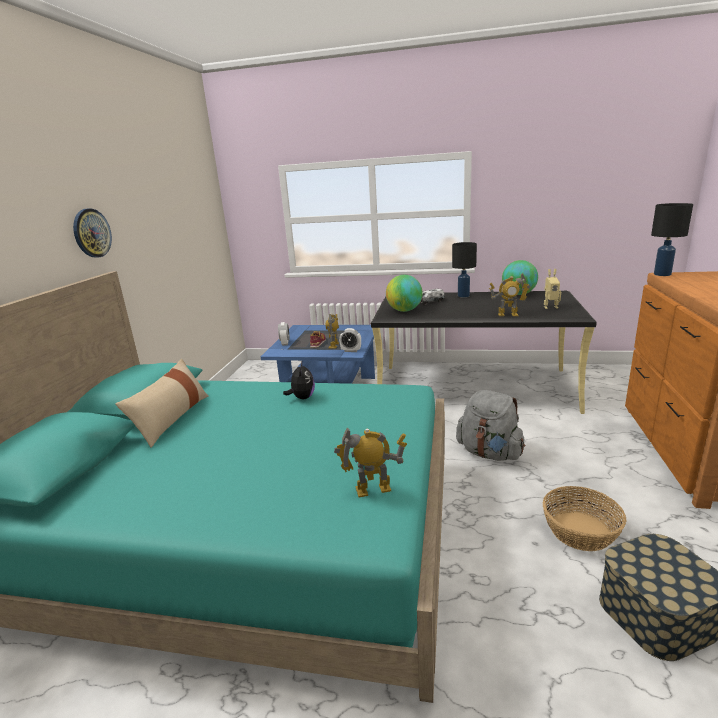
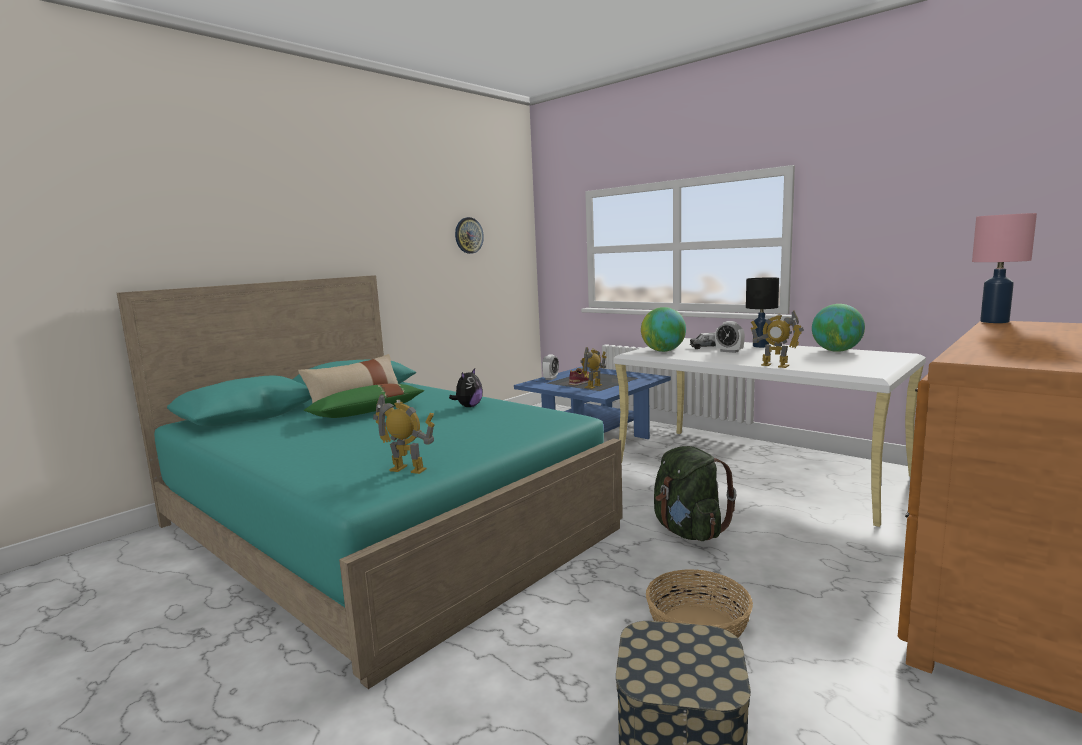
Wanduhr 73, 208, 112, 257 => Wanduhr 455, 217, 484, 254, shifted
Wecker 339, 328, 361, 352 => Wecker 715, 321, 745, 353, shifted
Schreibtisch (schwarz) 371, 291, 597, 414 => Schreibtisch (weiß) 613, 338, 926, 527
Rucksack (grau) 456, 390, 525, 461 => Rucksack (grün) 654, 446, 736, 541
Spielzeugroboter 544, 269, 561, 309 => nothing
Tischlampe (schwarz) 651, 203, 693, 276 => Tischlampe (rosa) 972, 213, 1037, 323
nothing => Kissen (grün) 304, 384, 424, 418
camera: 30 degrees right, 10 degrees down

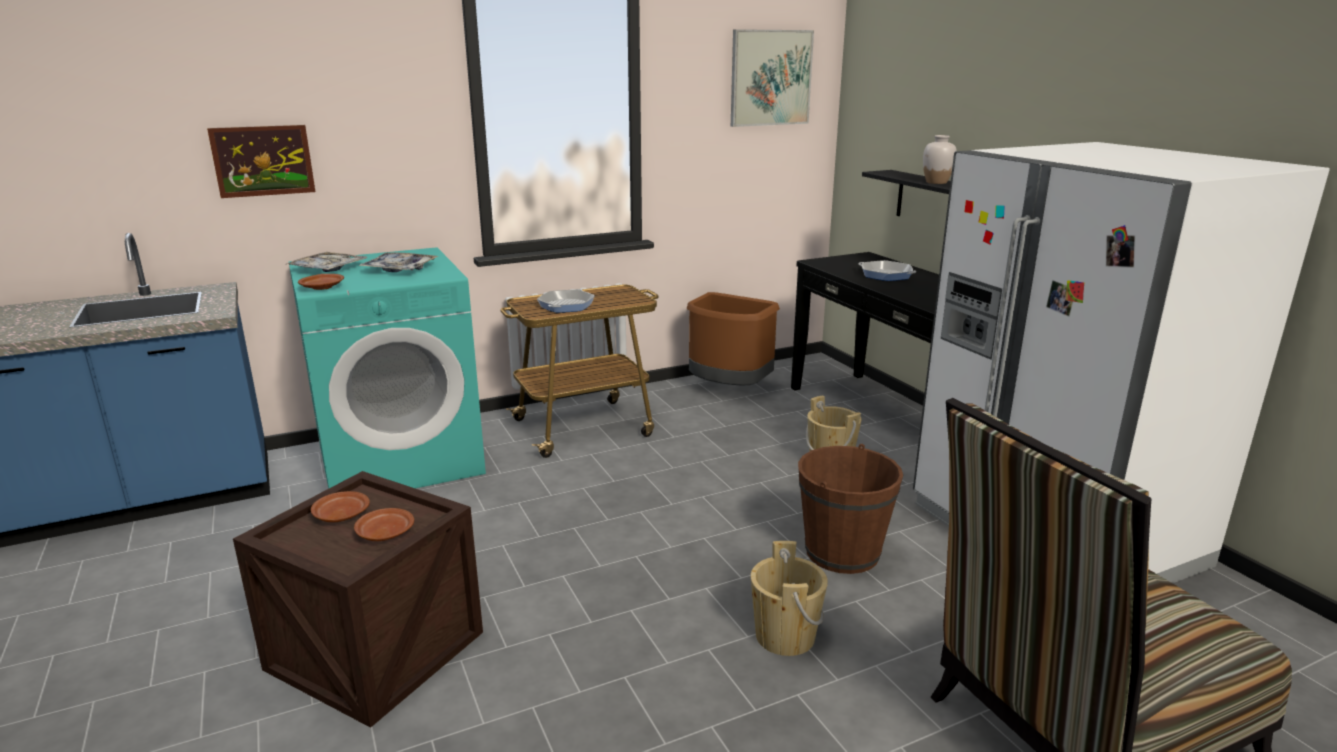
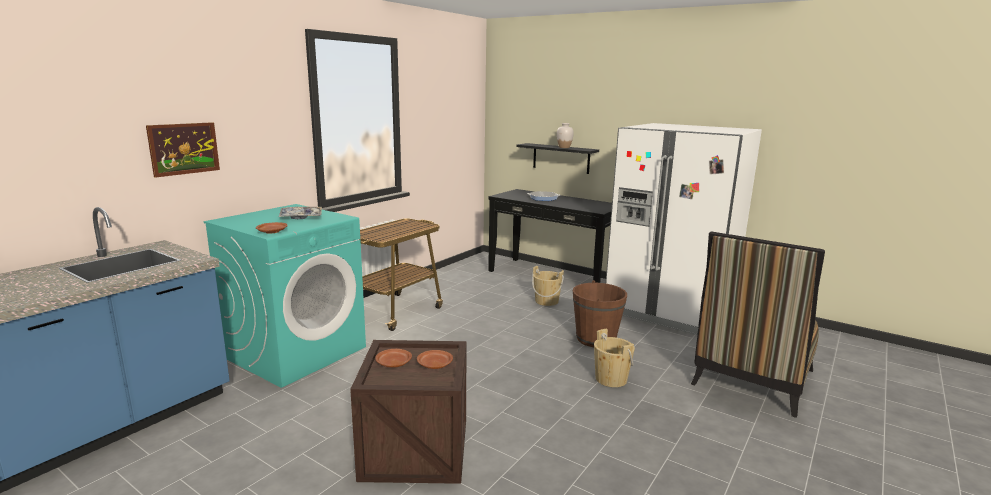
Tablett 285, 252, 367, 272 => nothing
Pfanne 537, 289, 595, 313 => nothing
Mülleimer (braun) 687, 292, 780, 386 => nothing
Bild 731, 29, 814, 127 => nothing
camera: 30 degrees left, 5 degrees down

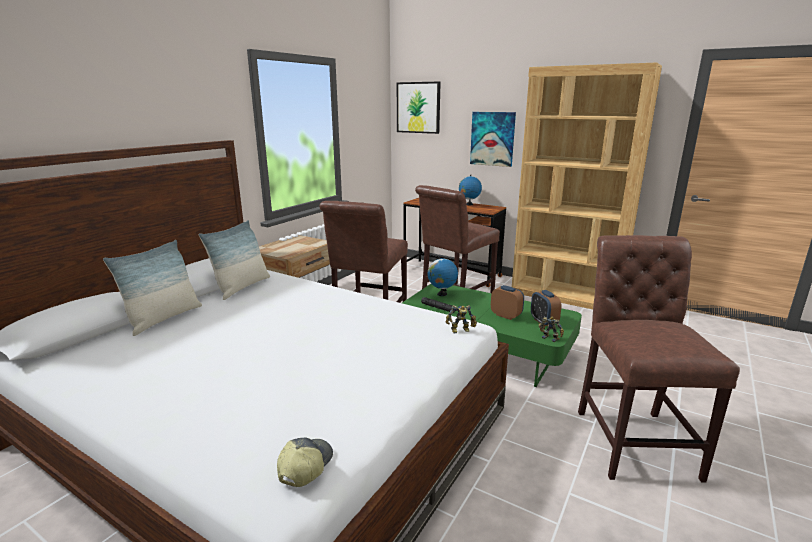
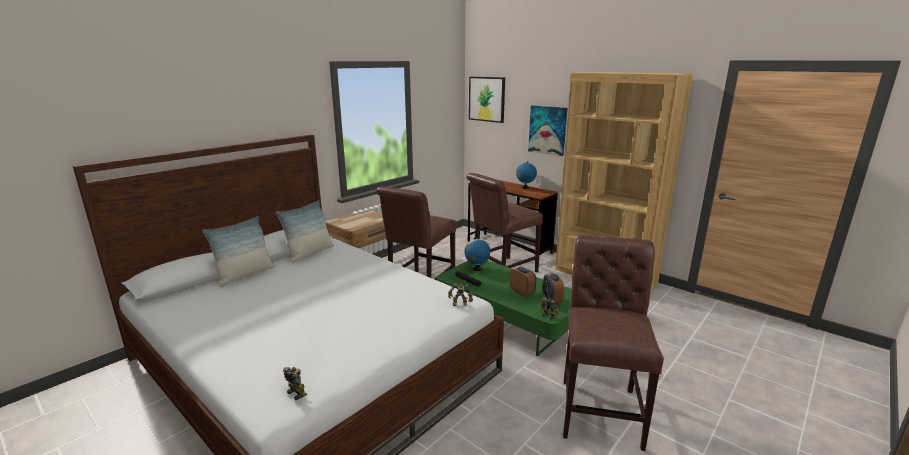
Kappe 277, 438, 333, 487 => Spielzeugroboter 283, 367, 307, 401
camera: 10 degrees right, 0 degrees up

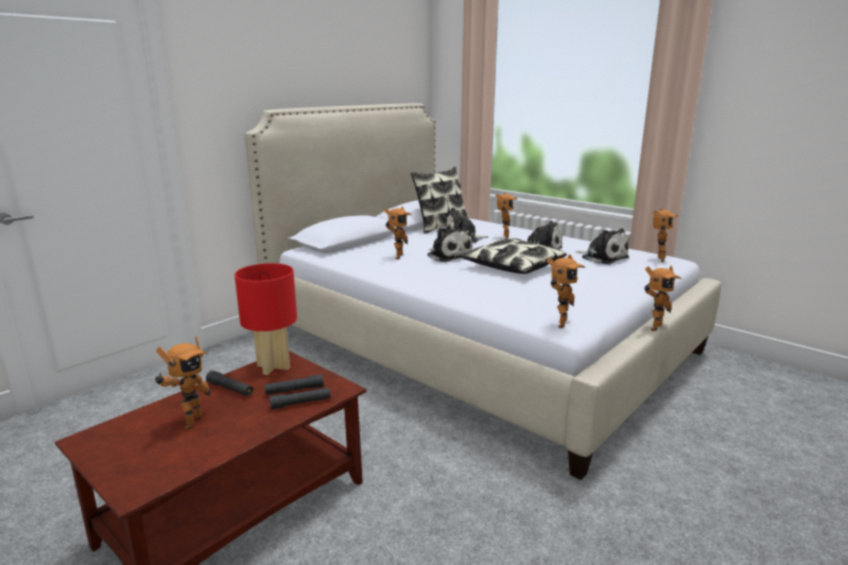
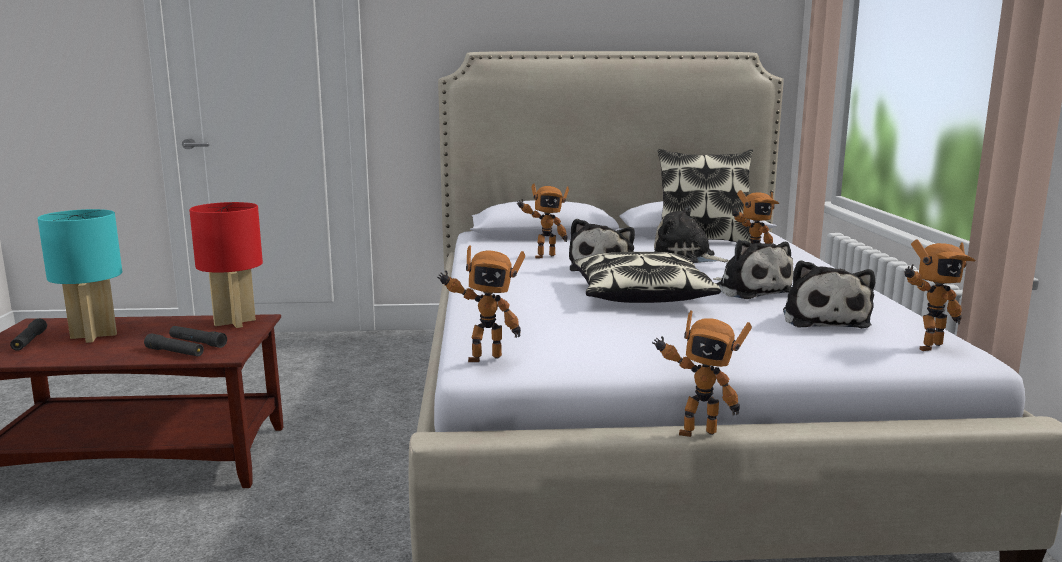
Spielzeugroboter 155, 336, 210, 430 => Tischlampe (türkis) 38, 209, 122, 343
Taschenlampe (schwarz) 206, 370, 253, 396 => Taschenlampe (schwarz) 10, 318, 47, 351, shifted
camera: 45 degrees right, 5 degrees down

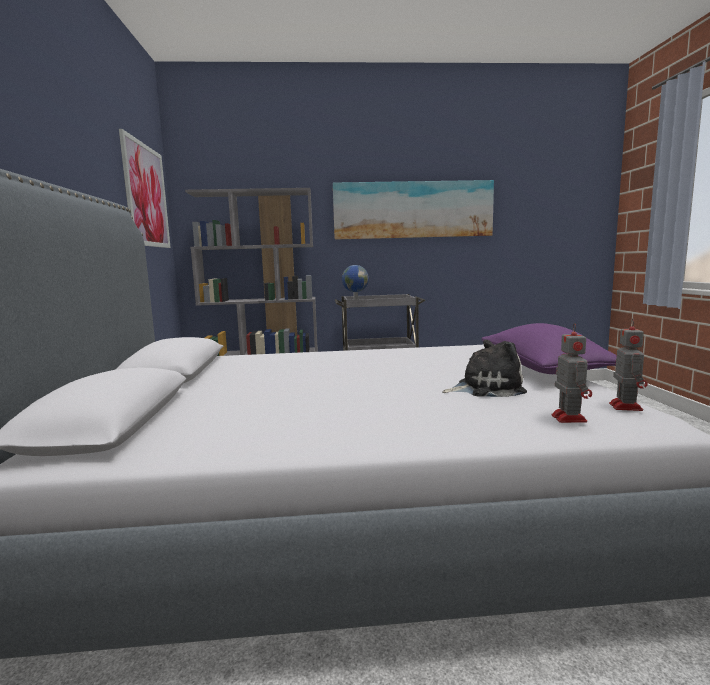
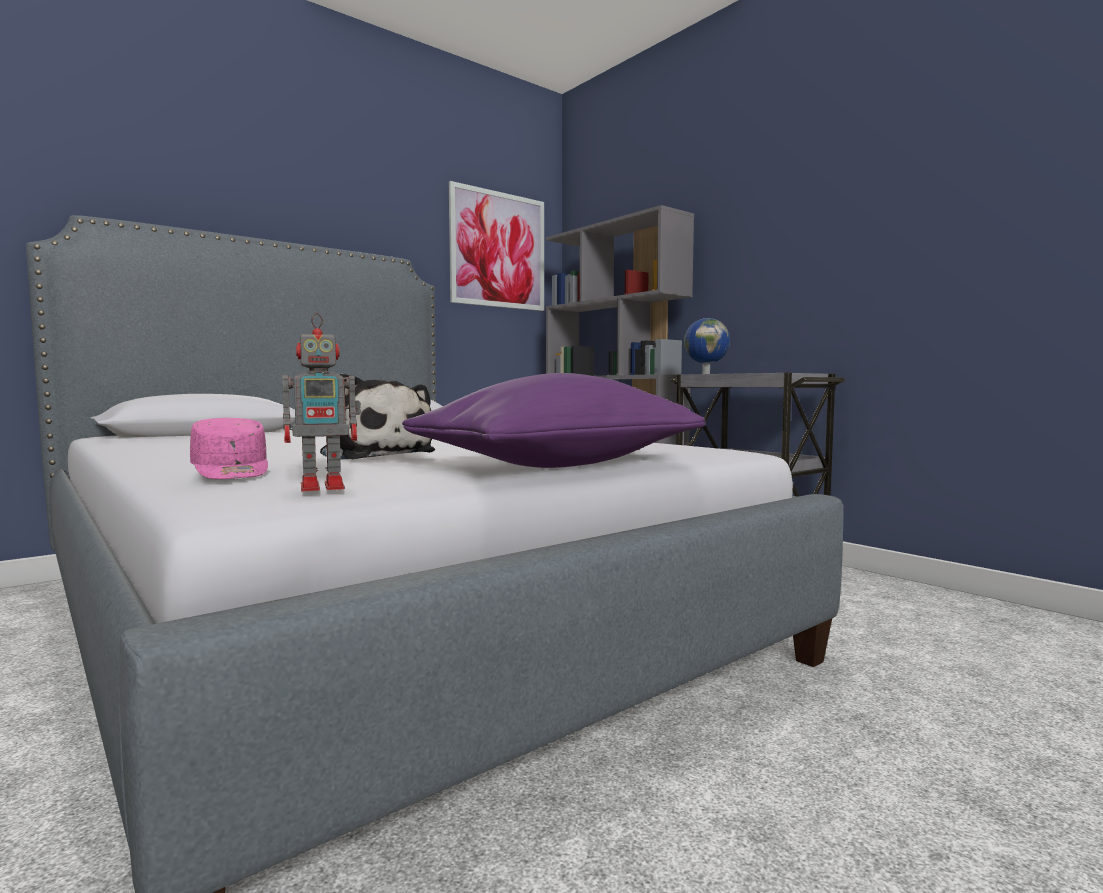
Bild 333, 180, 494, 239 => nothing
Spielzeugroboter 552, 323, 592, 423 => Kappe (rosa) 190, 418, 268, 479
camera: 55 degrees right, 5 degrees down

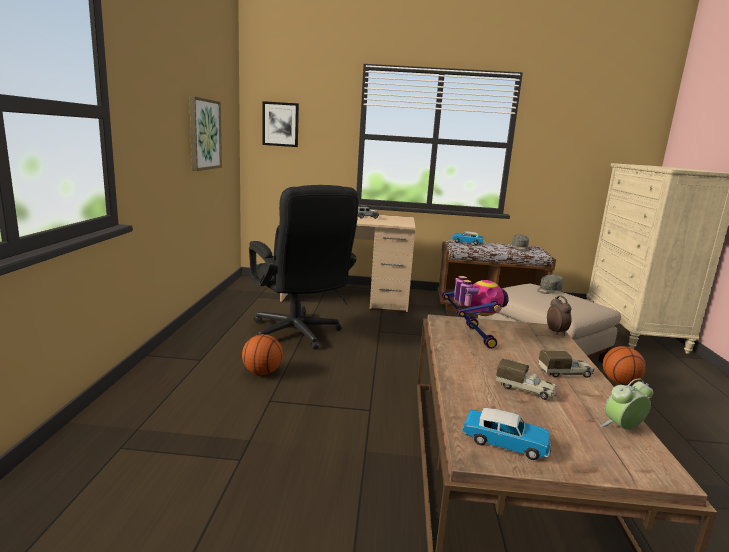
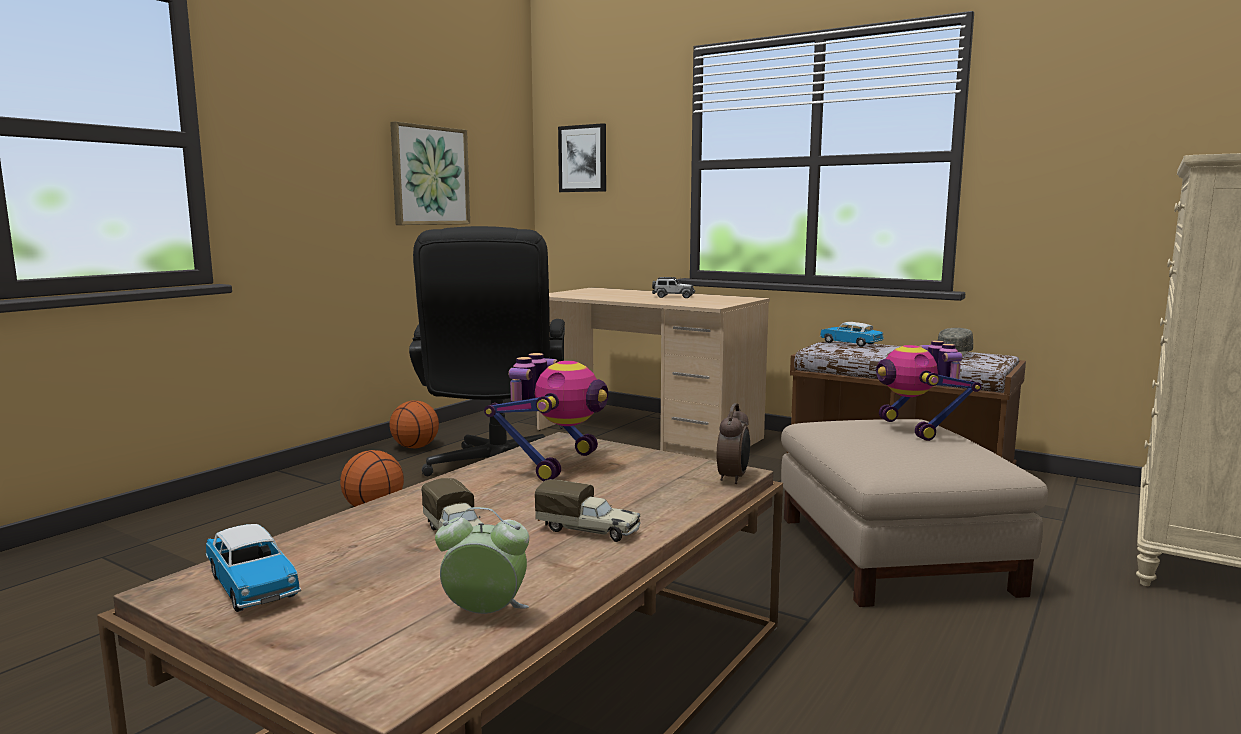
Kappe (grau) 537, 275, 563, 294 => Spielzeugroboter 876, 341, 981, 441
Basketball 603, 346, 646, 385 => Basketball 389, 400, 439, 449, shifted
camera: 30 degrees right, 5 degrees down

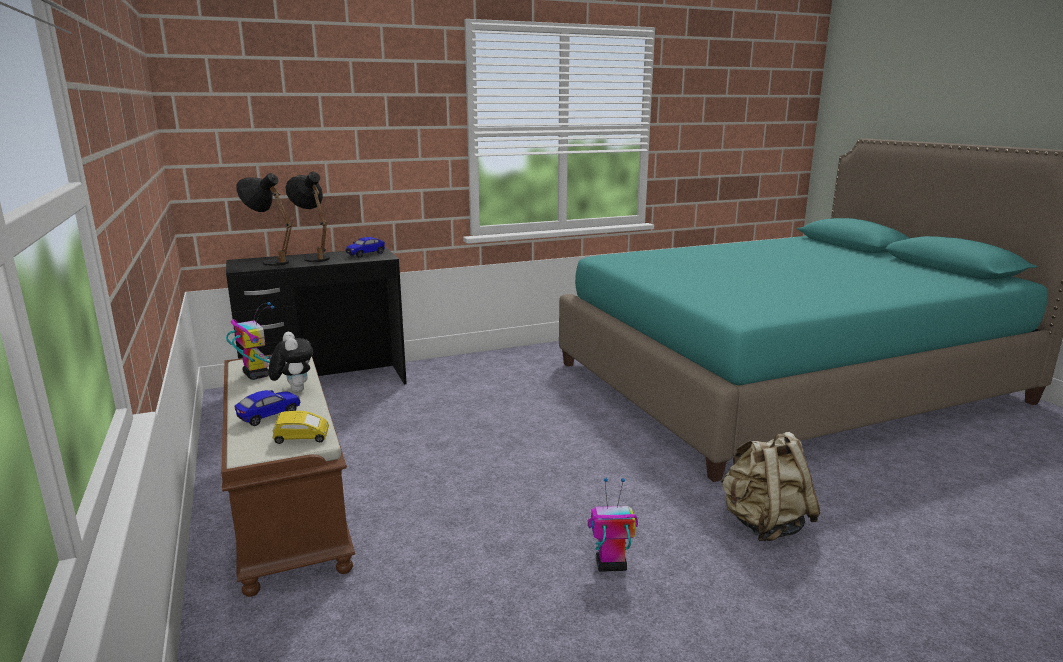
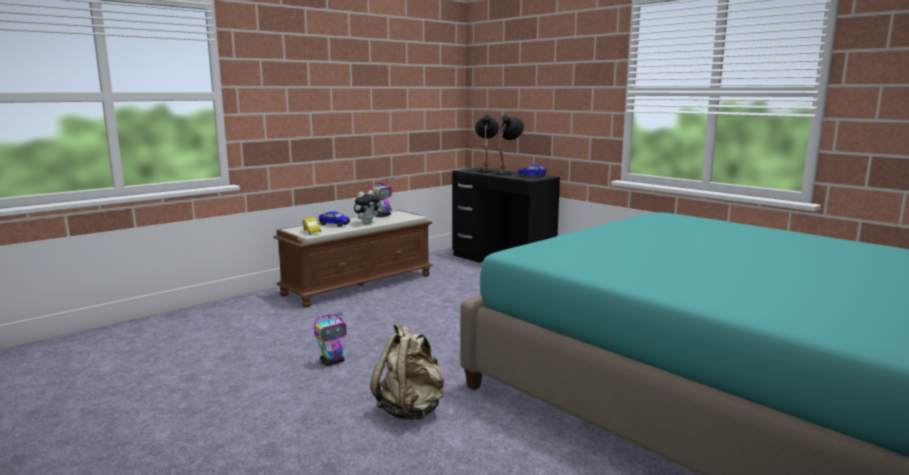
Spielzeugroboter 588, 478, 638, 572 => Spielzeugroboter 314, 312, 346, 366, 75 degrees clockwise
camera: 70 degrees right, 5 degrees down

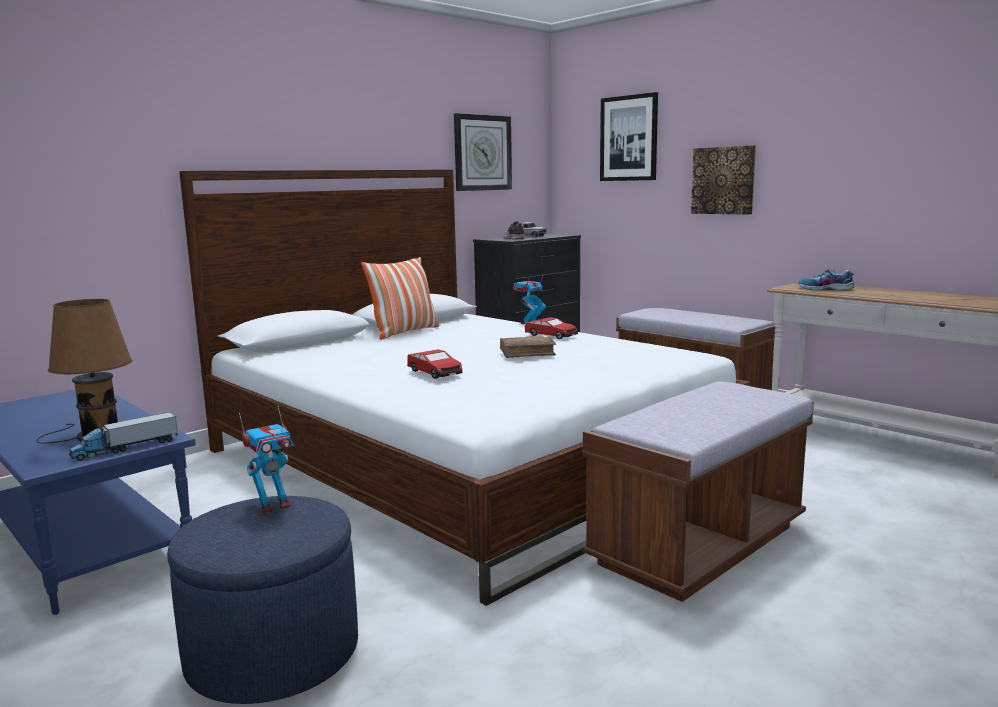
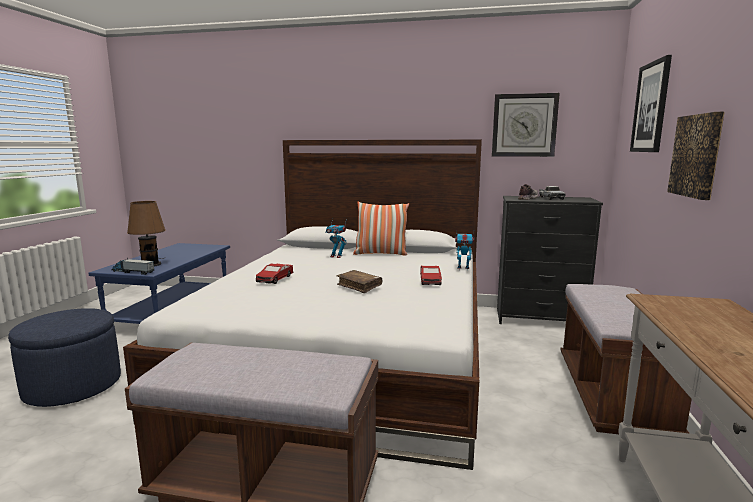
Spielzeugroboter 239, 406, 294, 513 => Spielzeugroboter 326, 218, 346, 258, shifted
Schuh 797, 268, 854, 290 => nothing
camera: 55 degrees right, 0 degrees up

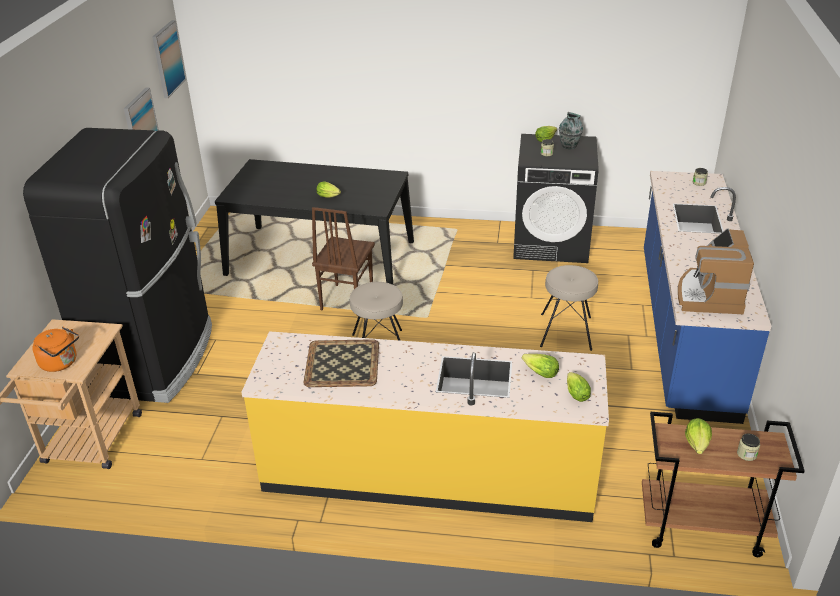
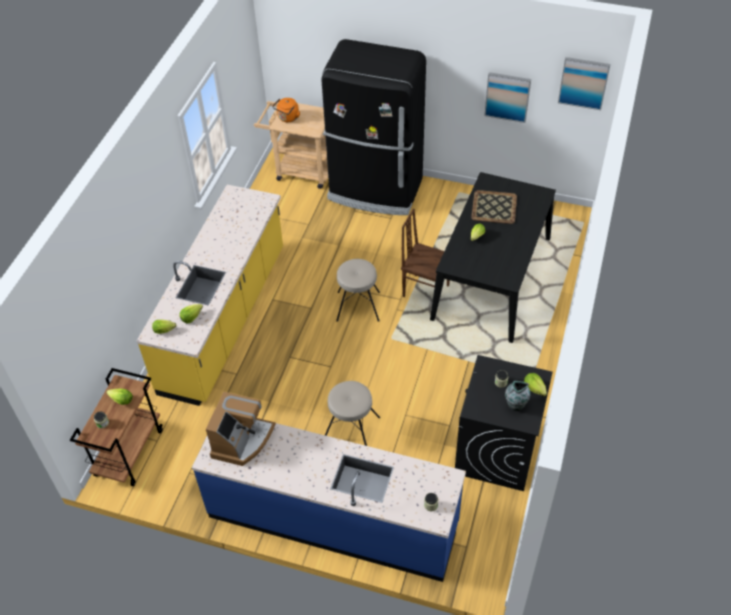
Tablett 303, 339, 379, 387 => Tablett 471, 190, 517, 224, shifted
Kaffeemaschine 678, 229, 754, 314 => Kaffeemaschine 206, 392, 276, 466, 90 degrees clockwise
camera: 100 degrees right, 15 degrees up

